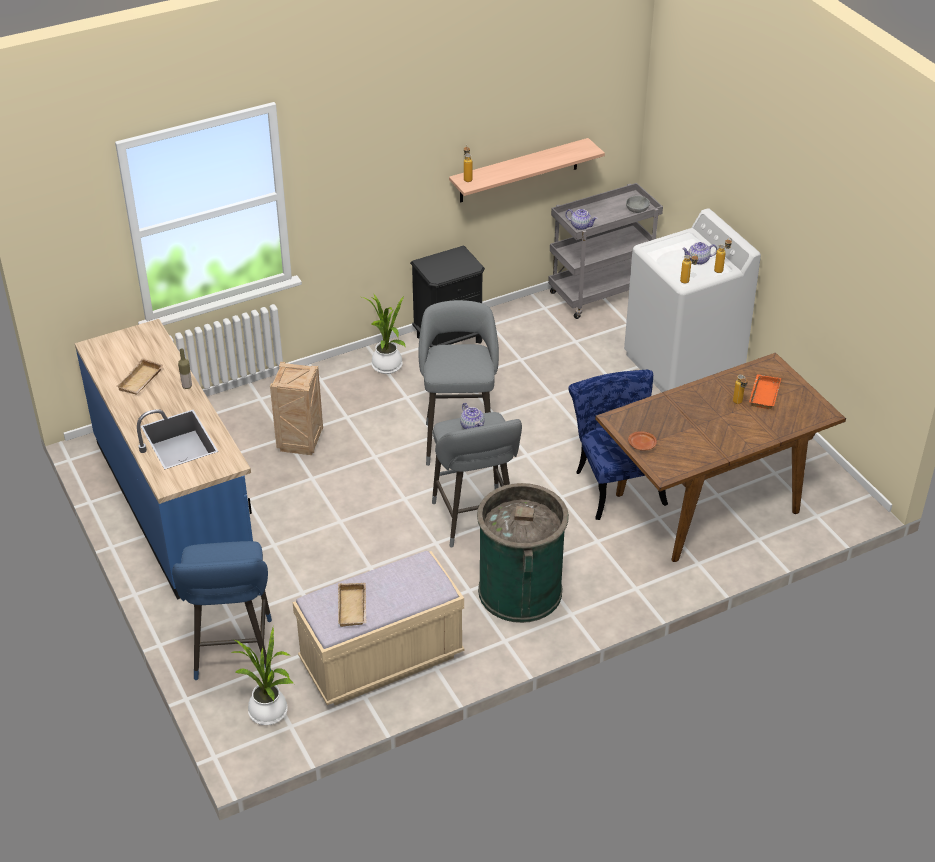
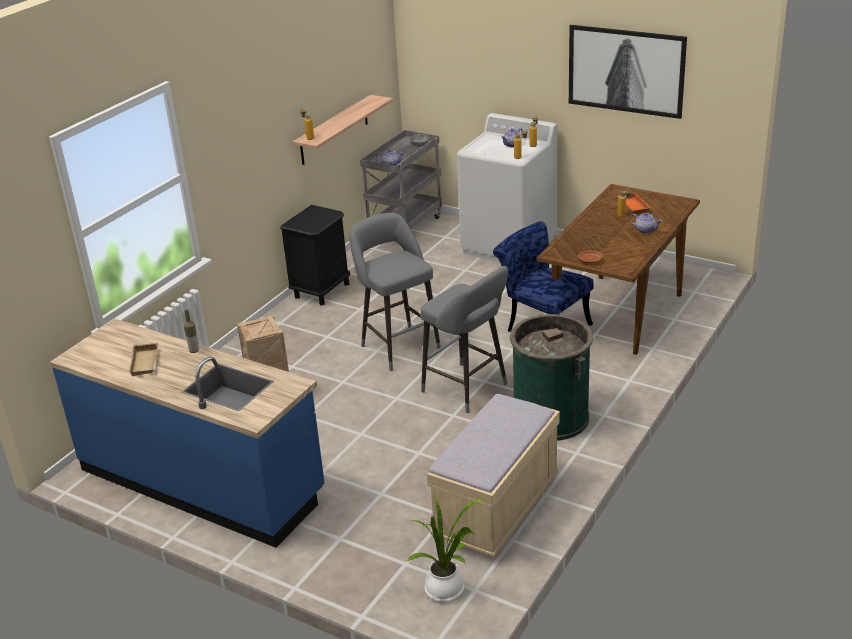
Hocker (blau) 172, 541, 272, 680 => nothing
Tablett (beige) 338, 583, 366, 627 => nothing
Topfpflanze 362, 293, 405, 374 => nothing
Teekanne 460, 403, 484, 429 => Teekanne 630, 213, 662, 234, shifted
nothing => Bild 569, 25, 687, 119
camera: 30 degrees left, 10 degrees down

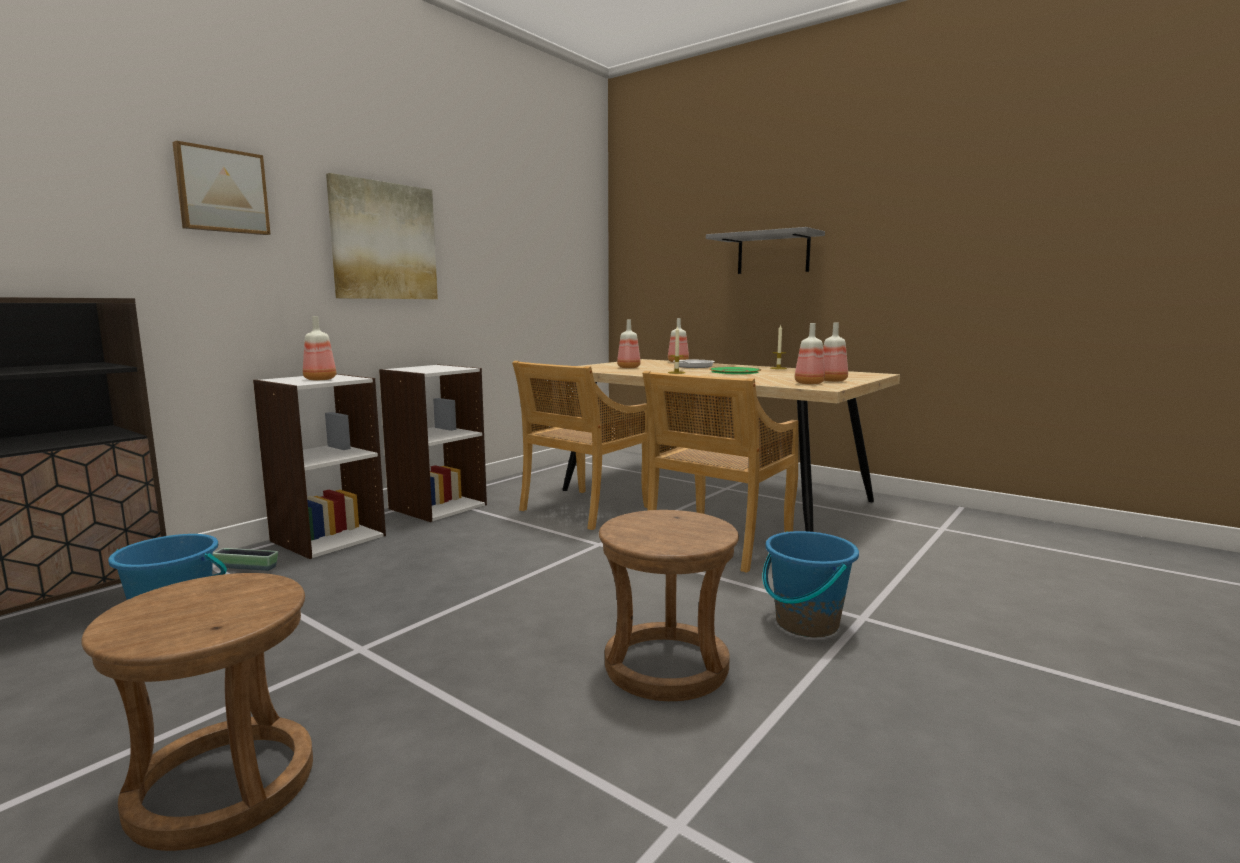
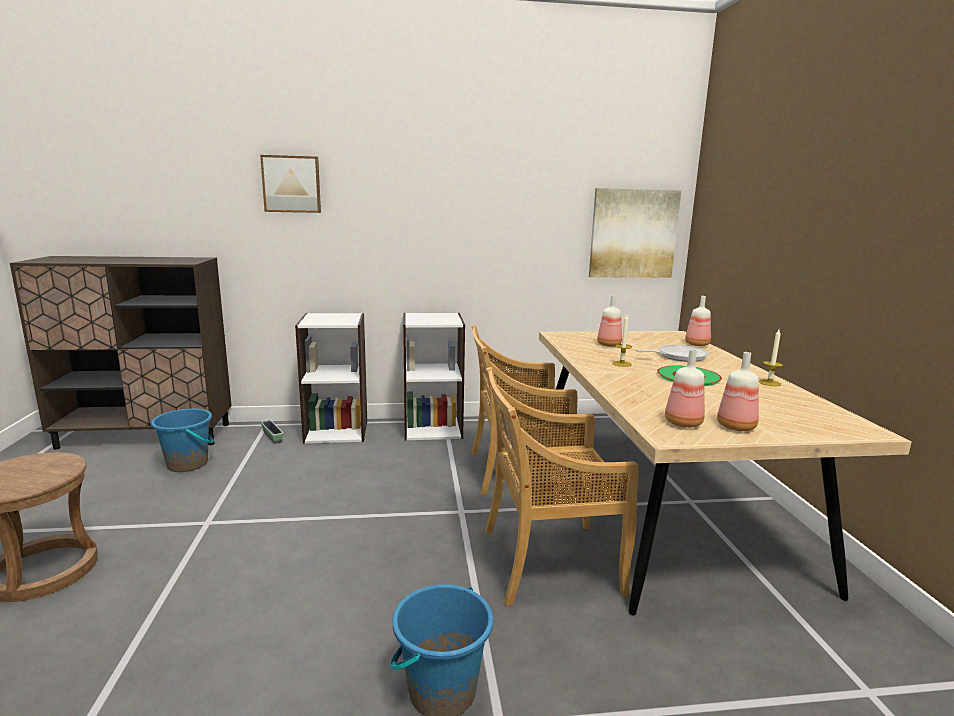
Flasche 303, 316, 336, 380 => nothing
Bild 326, 173, 438, 299 => Bild 589, 188, 681, 278, shifted
Hocker (braun) 599, 510, 739, 701 => nothing
Wandregal (grau) 706, 227, 825, 274 => nothing
camera: 45 degrees right, 5 degrees up

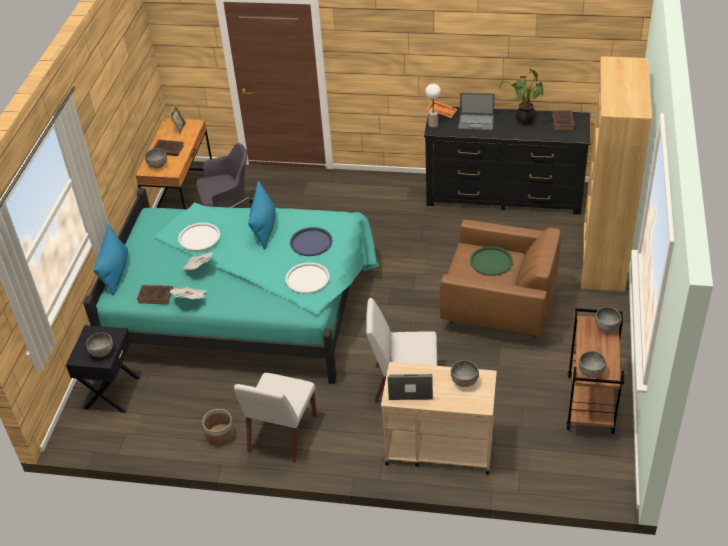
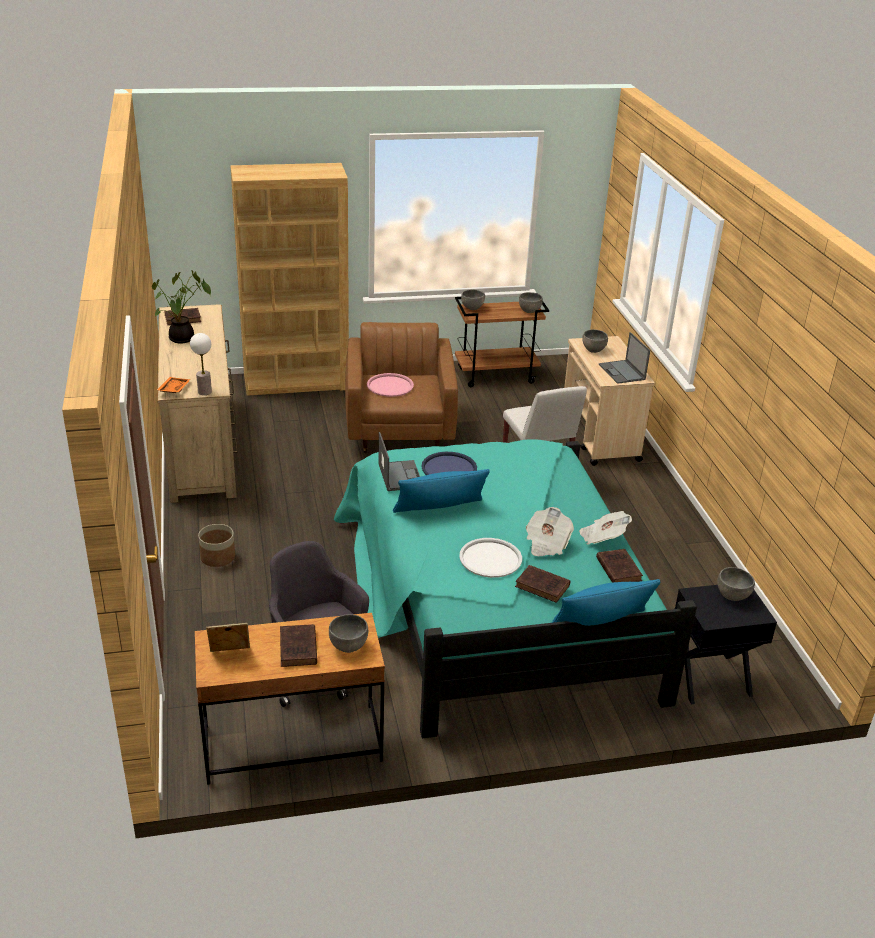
Pflanzkübel 202, 409, 235, 446 => Pflanzkübel 198, 524, 235, 567, shifted
Stuhl (weiß) 234, 373, 317, 463 => nothing
Tablett (weiß) 286, 262, 330, 294 => nothing
Kommode (schwarz) 424, 107, 590, 215 => Kommode (beige) 157, 304, 238, 503
Laptop 458, 92, 495, 130 => Laptop 378, 432, 420, 491, shifted
Tablett (grün) 470, 246, 513, 276 => Tablett (rosa) 367, 373, 414, 397
nothing => Buch (braun) 515, 565, 570, 603
camera: 115 degrees left, 10 degrees down

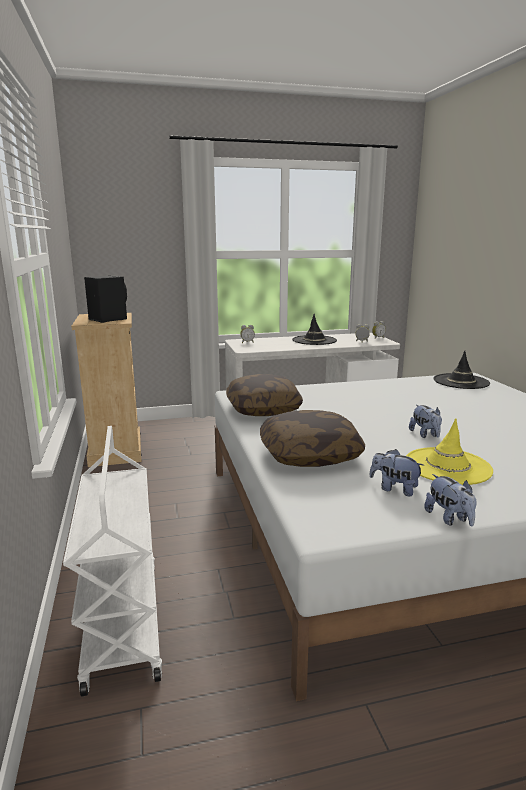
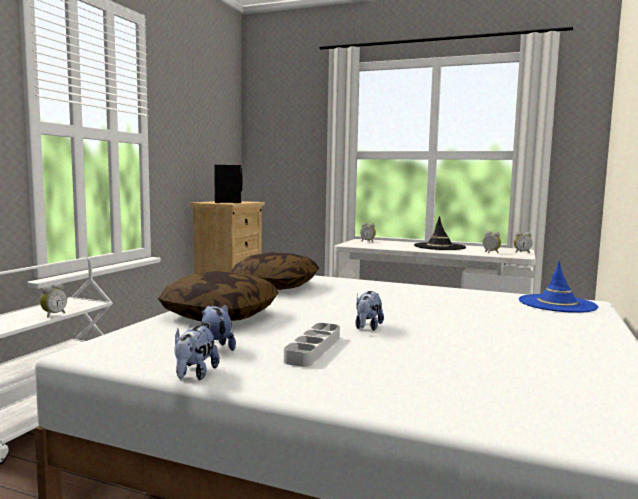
Hut (gelb) 406, 418, 493, 485 => Tablett (grau) 284, 323, 340, 367
Hut (schwarz) 433, 351, 490, 389 => Hut (blau) 519, 261, 598, 313
nothing => Wecker 40, 283, 67, 318
camera: 35 degrees right, 10 degrees down

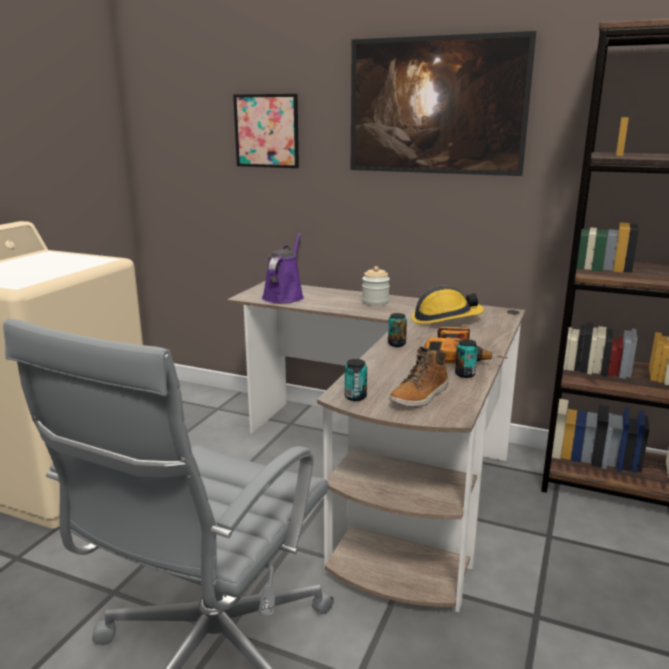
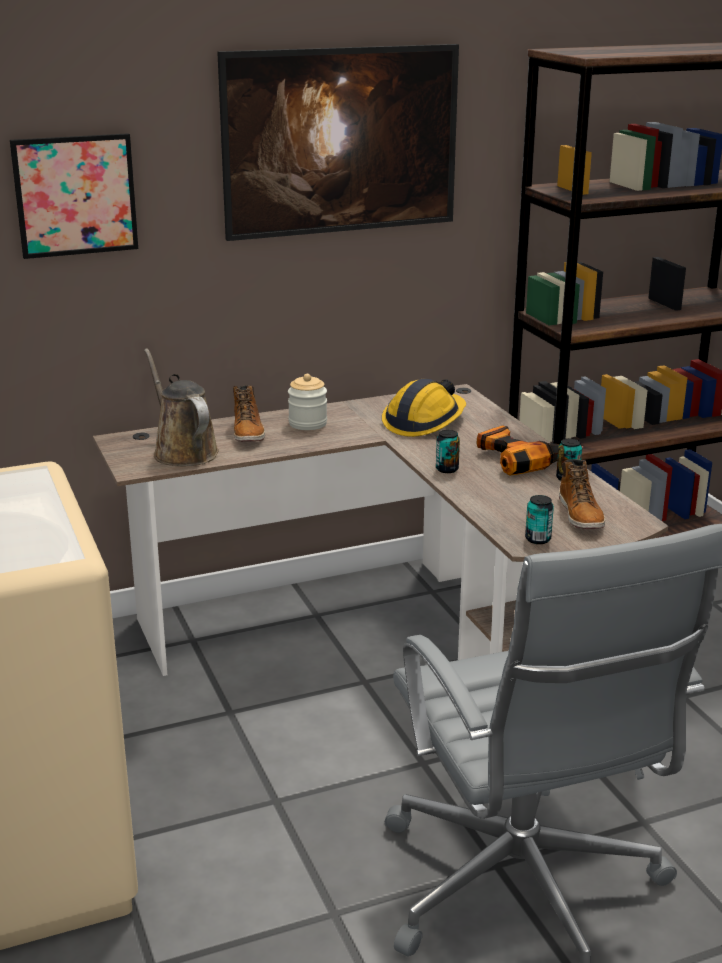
Gießkanne (lila) 262, 234, 304, 303 => Gießkanne (braun) 144, 348, 219, 466
nothing => Stiefel 233, 385, 265, 441
camera: 45 degrees left, 5 degrees up

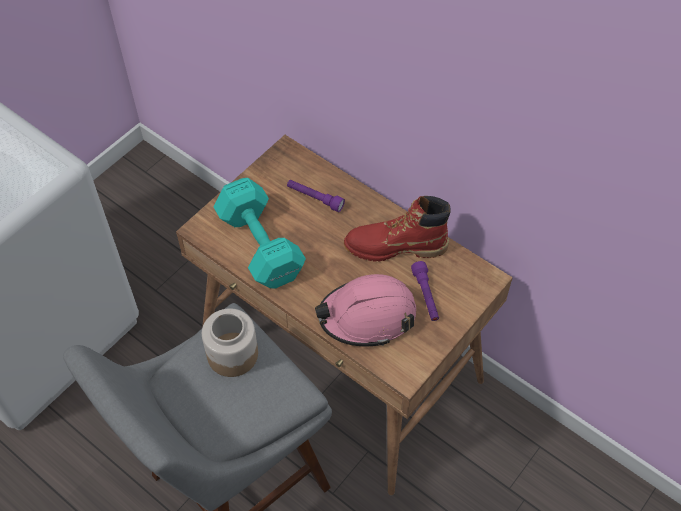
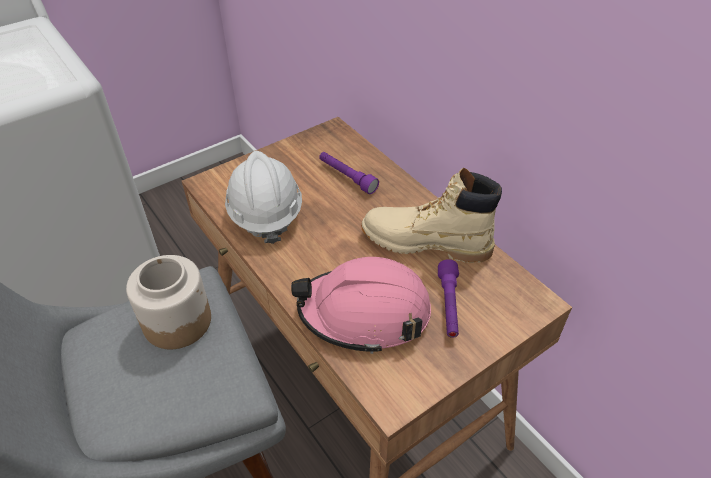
Hantel (türkis) 214, 178, 306, 289 => Schutzhelm (weiß) 225, 151, 302, 244
Stiefel (rot) 344, 196, 451, 262 => Stiefel (beige) 361, 168, 502, 263
camera: 15 degrees right, 10 degrees down

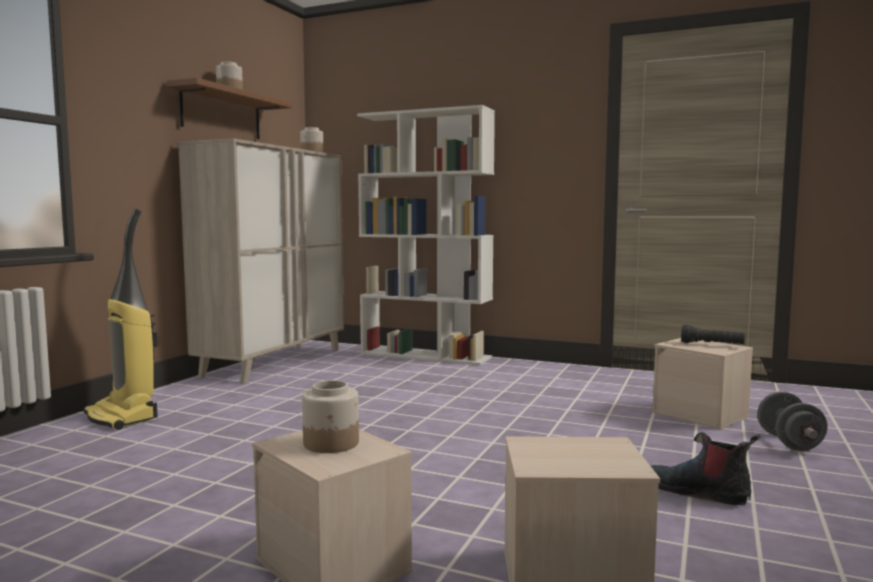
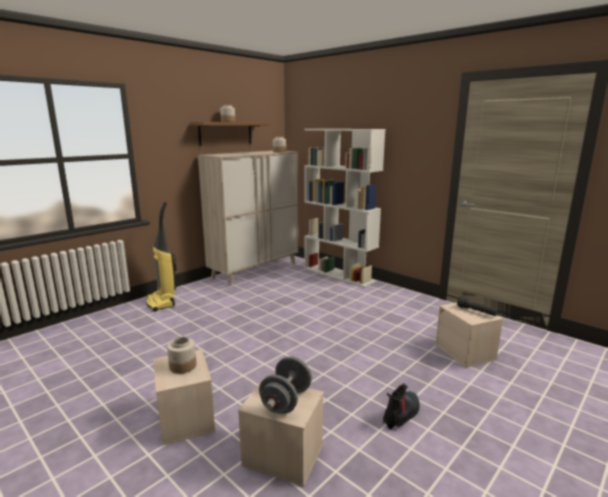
Stiefel 650, 432, 761, 505 => Stiefel 383, 383, 420, 429, 75 degrees clockwise
Hantel (grau) 757, 391, 827, 451 => Hantel (grau) 259, 356, 312, 414, shifted
camera: 20 degrees right, 10 degrees up

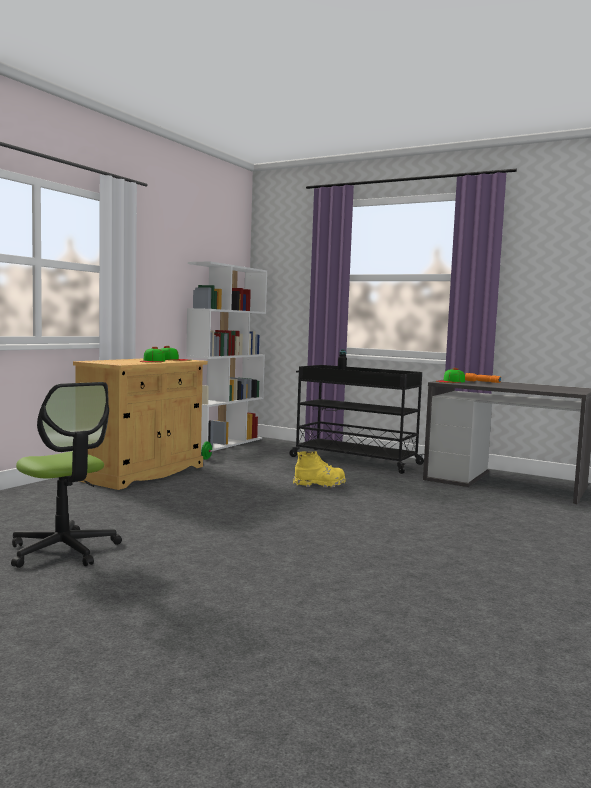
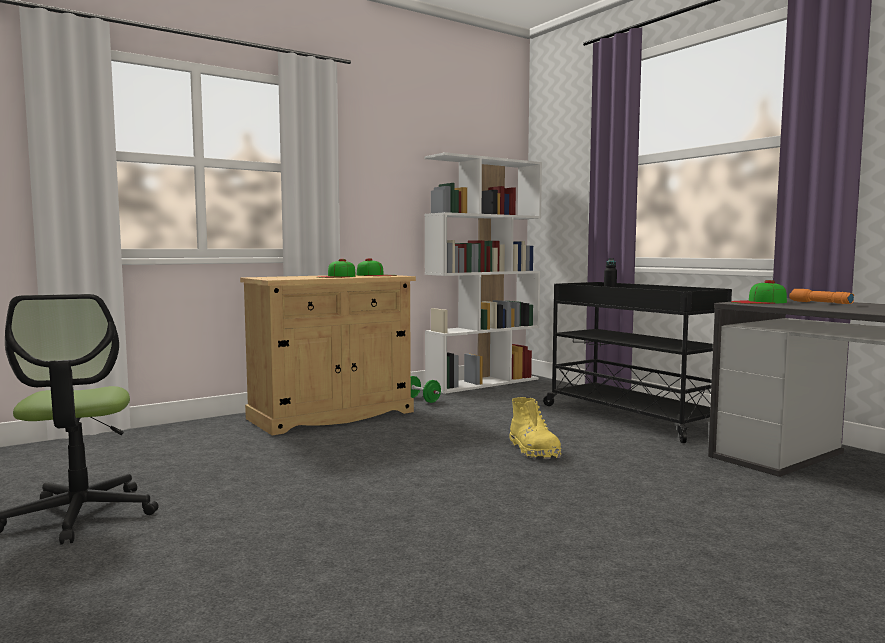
Stiefel (gelb) 293, 451, 346, 488 => Stiefel (gelb) 509, 397, 561, 459, 60 degrees clockwise
camera: 25 degrees right, 0 degrees up

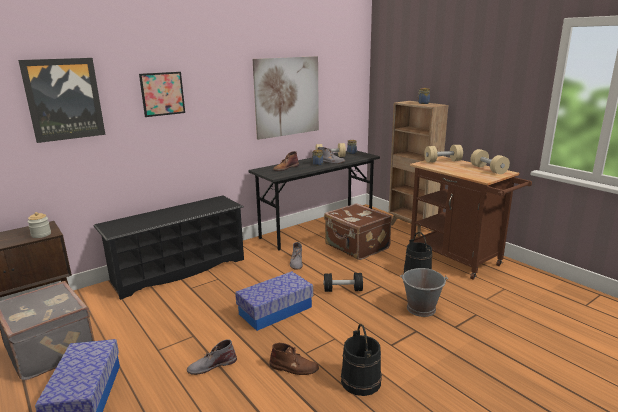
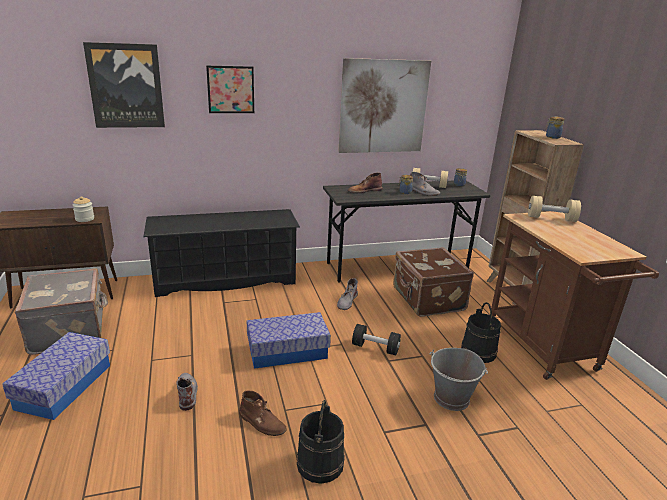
Stiefel (grau) 187, 339, 237, 375 => Stiefel (grau) 177, 373, 198, 411, 75 degrees clockwise
Hantel (beige) 470, 149, 510, 174 => nothing
camera: 20 degrees right, 5 degrees up

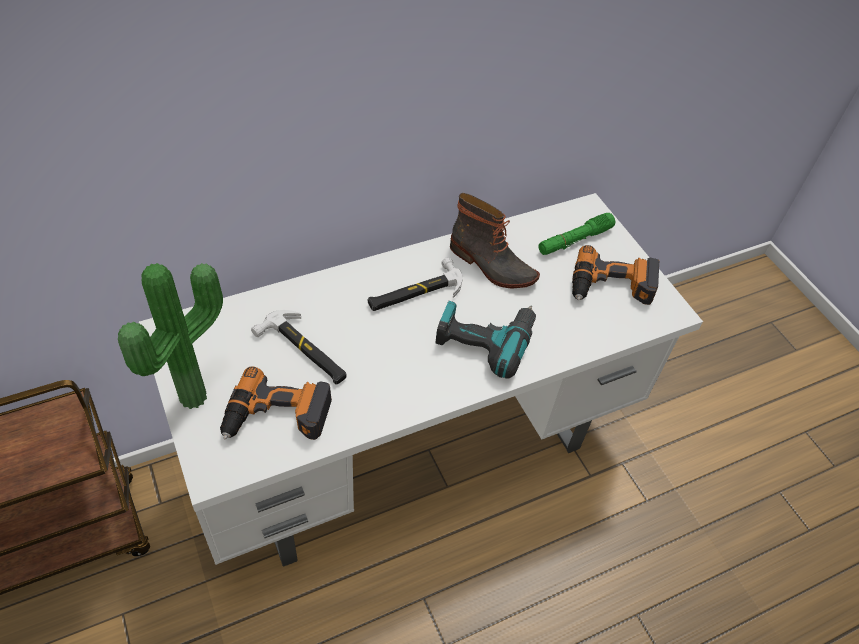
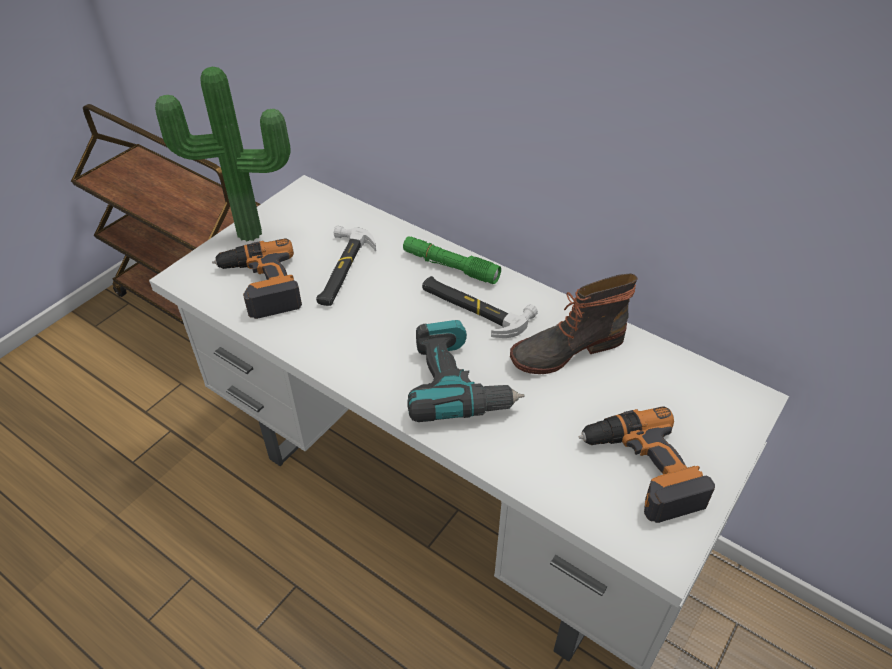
Stiefel 450, 193, 540, 288 => Stiefel 510, 273, 638, 374, 60 degrees clockwise
Taschenlampe (grün) 538, 213, 615, 255 => Taschenlampe (grün) 403, 237, 501, 284, shifted
camera: 65 degrees right, 5 degrees down

